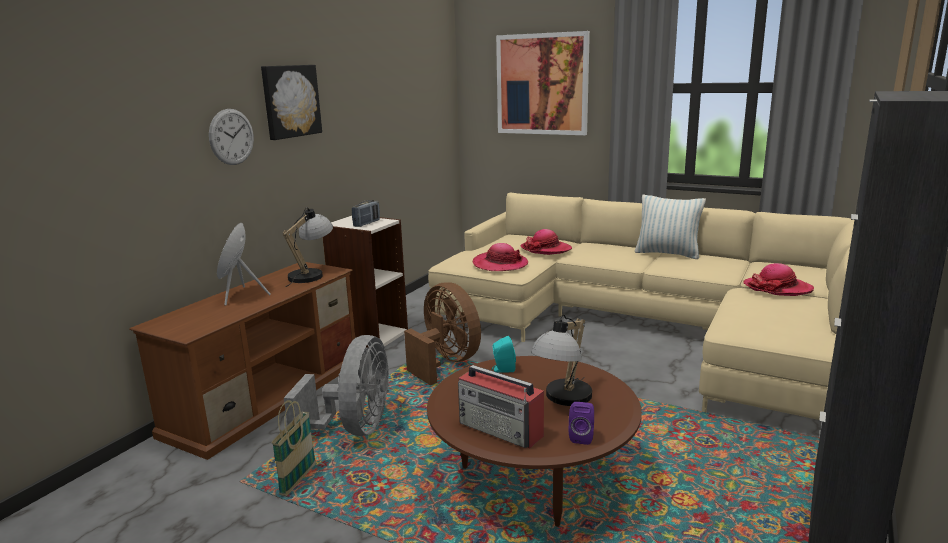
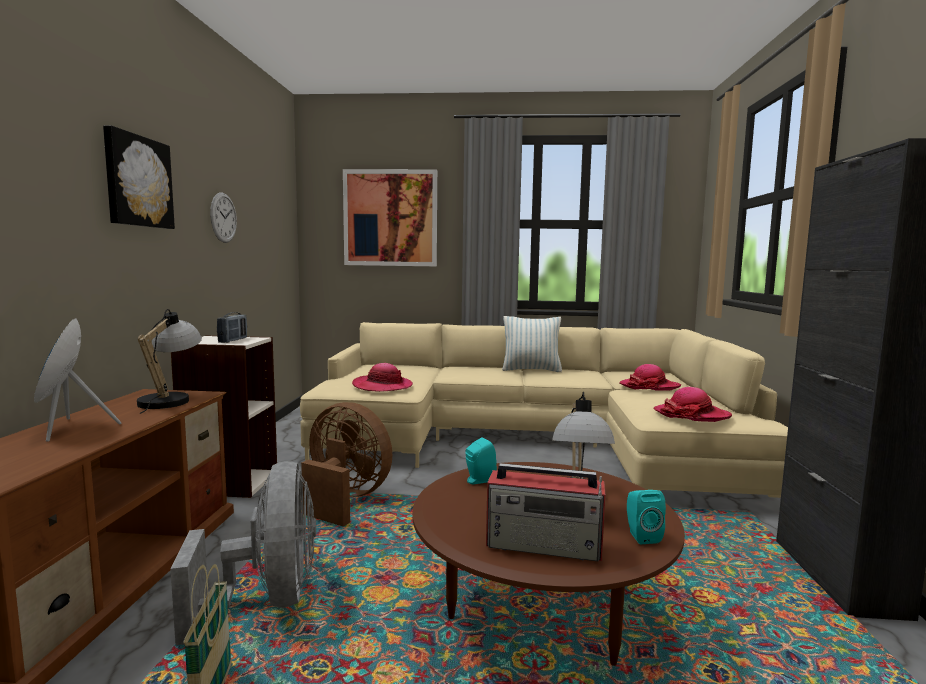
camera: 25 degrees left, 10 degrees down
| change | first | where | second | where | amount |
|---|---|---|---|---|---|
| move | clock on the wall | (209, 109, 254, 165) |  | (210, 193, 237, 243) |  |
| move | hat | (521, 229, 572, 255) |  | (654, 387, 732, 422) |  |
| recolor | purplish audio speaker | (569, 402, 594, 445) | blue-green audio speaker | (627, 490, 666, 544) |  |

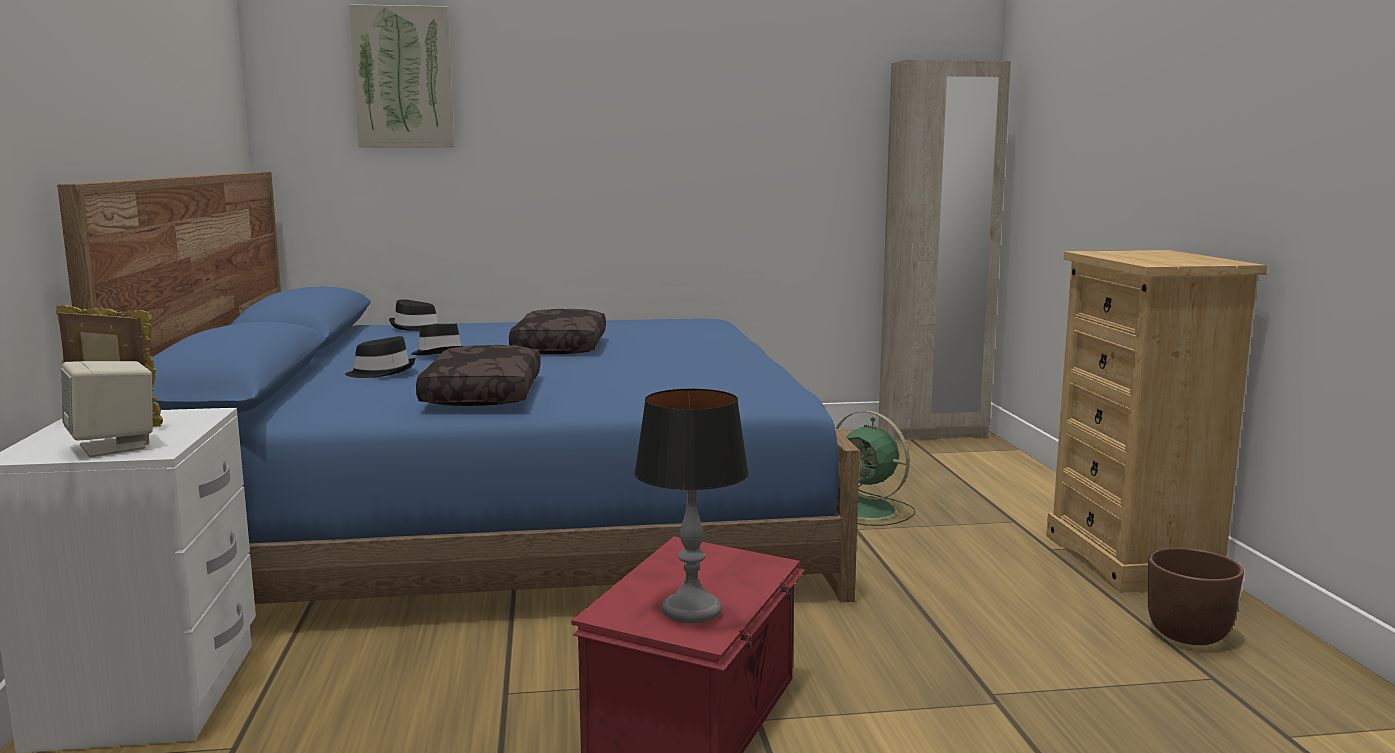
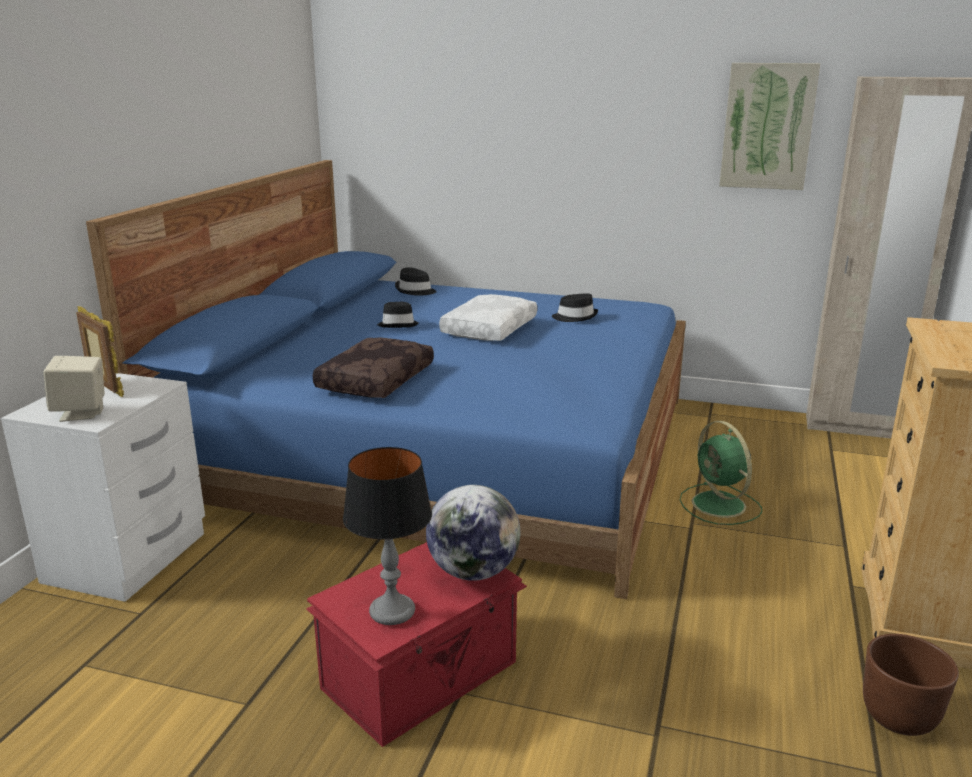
camera: 25 degrees right, 10 degrees up
| change | first | where | second | where | amount |
|---|---|---|---|---|---|
| move | black-coloured hat | (345, 336, 416, 378) |  | (552, 293, 598, 322) |  |
| move | picture | (349, 4, 454, 147) |  | (719, 63, 820, 190) |  |
| recolor | brown throw pillow | (509, 309, 606, 354) | whitish throw pillow | (439, 294, 537, 341) |  |
| insert |  |  | world globe | (426, 485, 520, 581) |  |

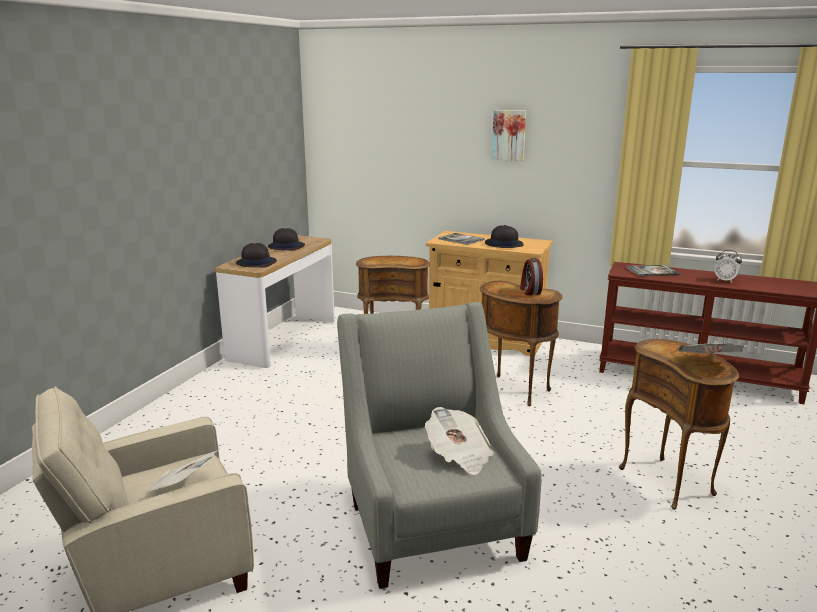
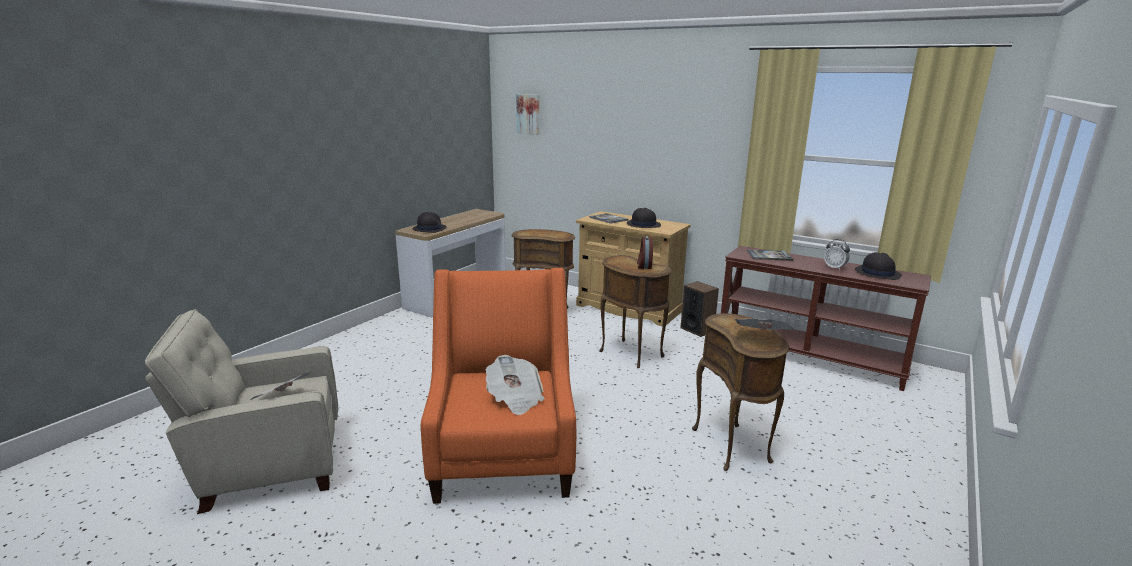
camera: 10 degrees right, 0 degrees up
| change | first | where | second | where | amount |
|---|---|---|---|---|---|
| move | black-coloured hat | (268, 228, 305, 251) |  | (855, 252, 902, 280) |  |
| recolor | grey armchair | (337, 302, 541, 589) | orange armchair | (421, 268, 576, 504) |  |
| move | picture | (492, 110, 526, 161) |  | (516, 94, 539, 135) |  |
| insert |  |  | audio speaker | (680, 281, 719, 337) |  |

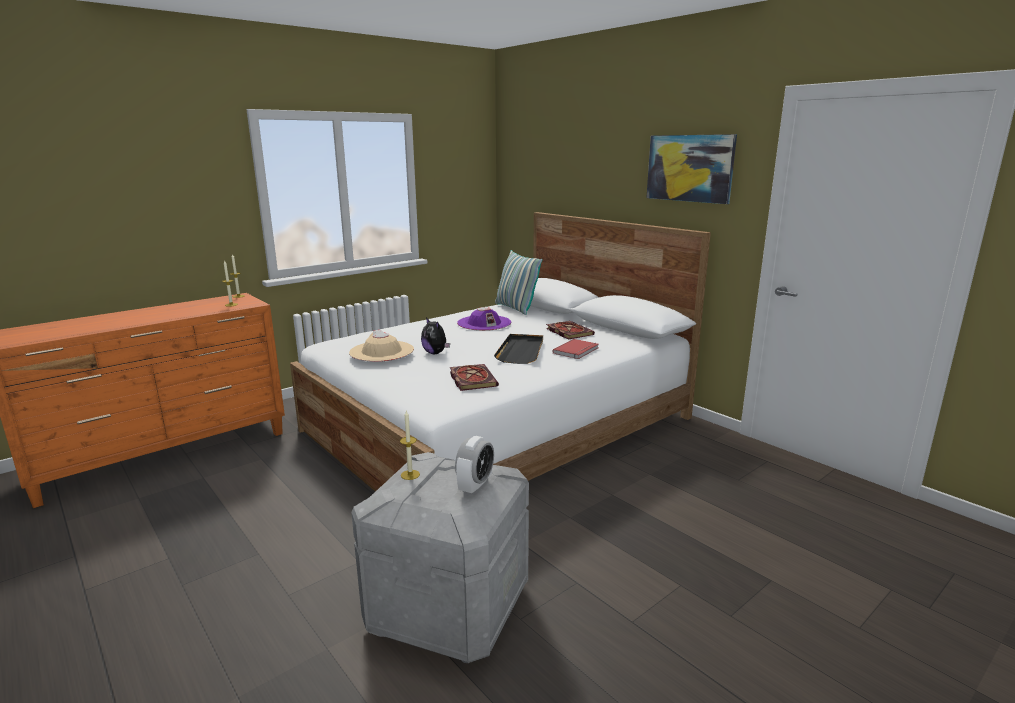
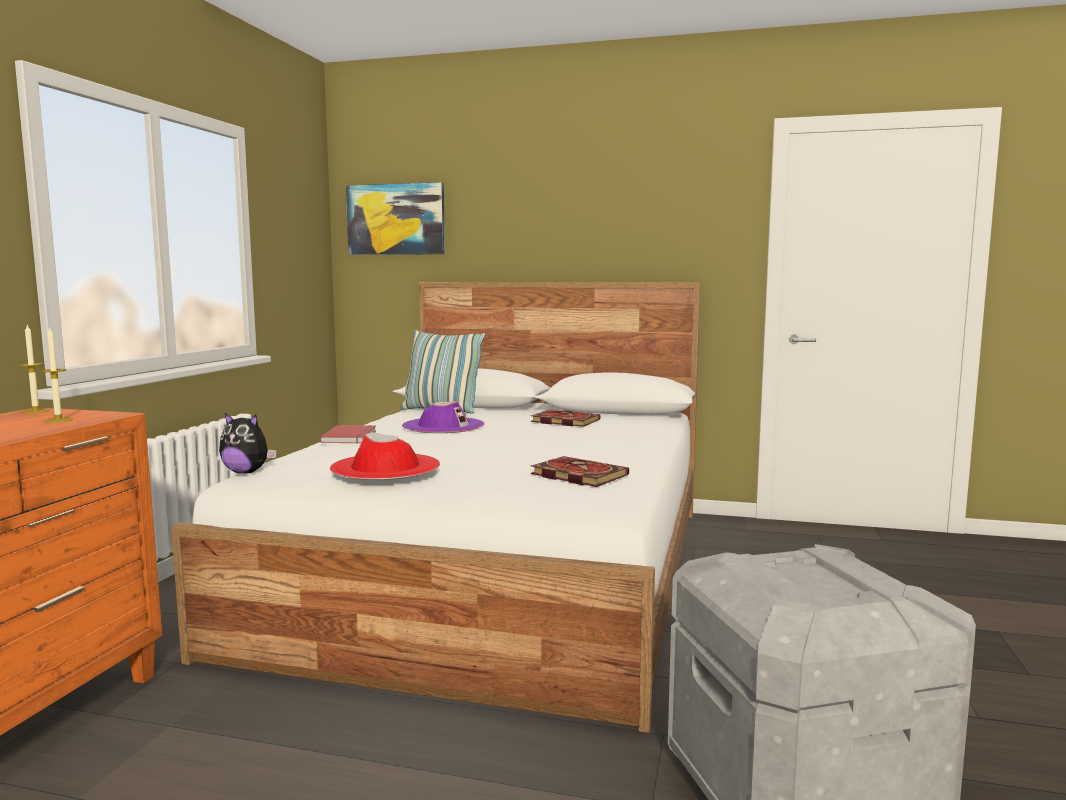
camera: 35 degrees left, 10 degrees down
| change | first | where | second | where | amount |
|---|---|---|---|---|---|
| recolor | sand-coloured hat | (349, 330, 414, 362) | red-coloured hat | (330, 432, 440, 480) |  |
| delete | candle | (400, 411, 420, 480) |  |  |  |
| move | plush toy | (421, 318, 450, 354) |  | (219, 413, 277, 474) |  |
| delete | alarm clock | (455, 436, 494, 495) |  |  |  |
| delete | black-coloured tray | (494, 334, 543, 364) |  |  |  |
| move | red-coloured bound book | (552, 339, 598, 359) |  | (320, 425, 376, 444) |  |
| move | picture | (646, 134, 737, 204) |  | (346, 182, 445, 255) |  |

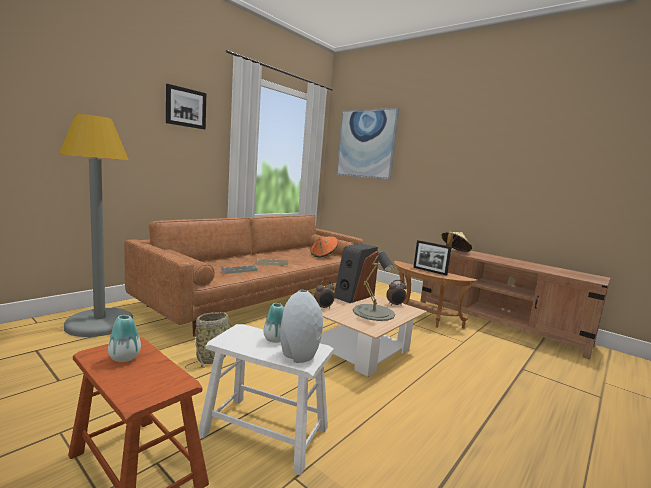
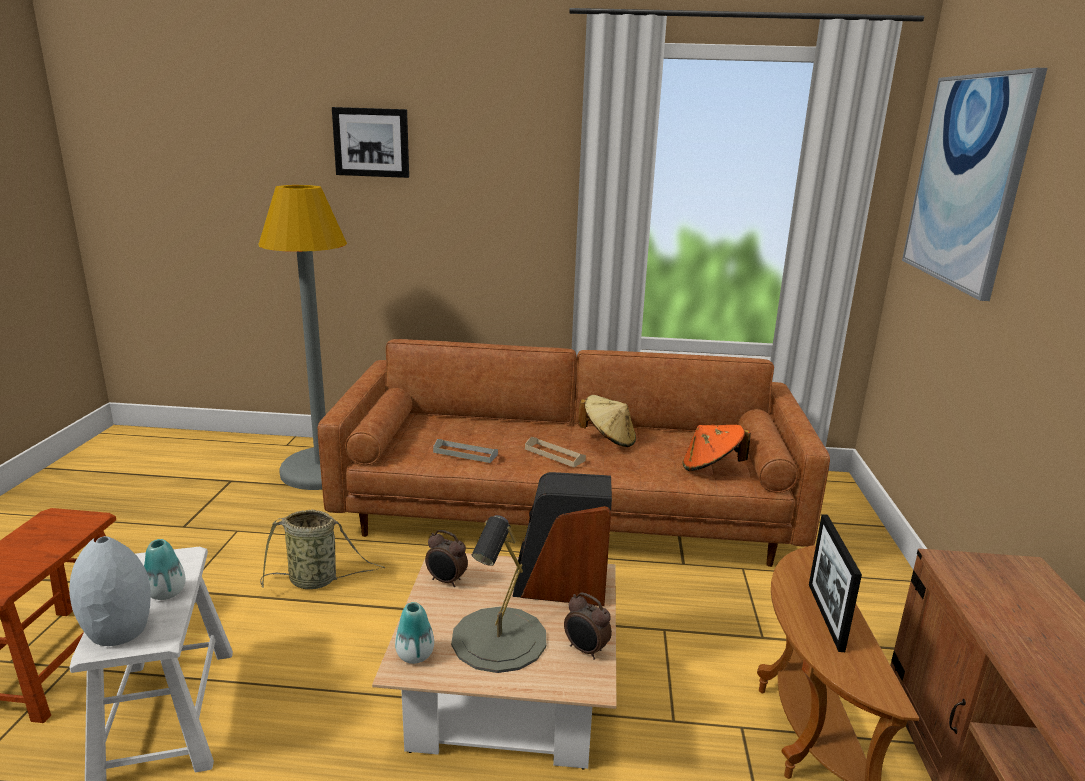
camera: 55 degrees right, 10 degrees up
| change | first | where | second | where | amount |
|---|---|---|---|---|---|
| move | decorative vase | (108, 315, 141, 362) |  | (395, 602, 434, 664) |  |
| move | picture | (166, 84, 206, 130) |  | (332, 107, 409, 178) |  |
| move | sand-coloured hat | (441, 232, 472, 252) |  | (579, 395, 636, 447) |  |

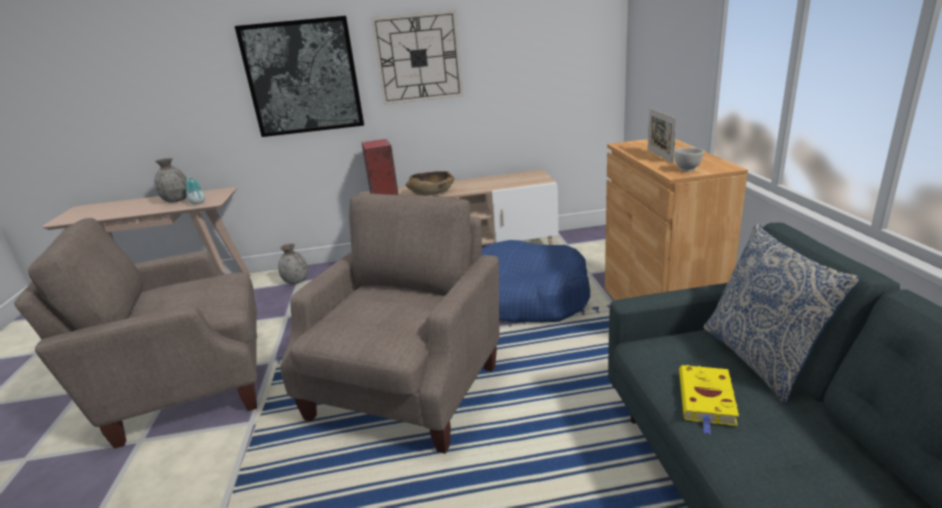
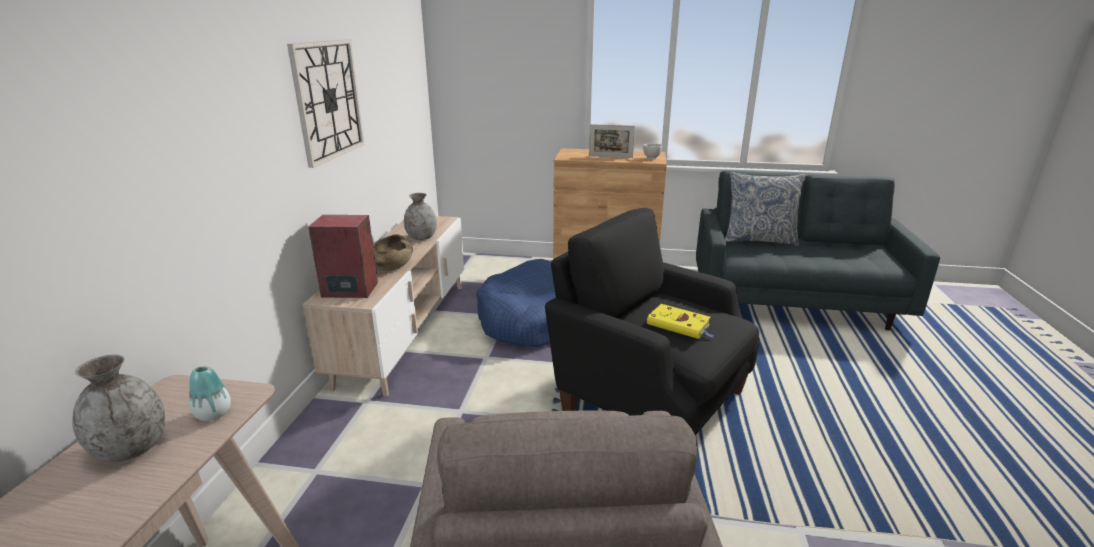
camera: 75 degrees left, 0 degrees up
| change | first | where | second | where | amount |
|---|---|---|---|---|---|
| delete | picture | (235, 16, 364, 137) |  |  |  |
| move | grey decorative vase | (278, 243, 308, 284) |  | (404, 193, 437, 240) |  |
| recolor | sand-coloured armchair | (280, 193, 500, 454) | black-coloured armchair | (545, 208, 759, 435) |  |
| move | yellow-coloured bound book | (679, 365, 739, 434) |  | (647, 304, 714, 339) |  |

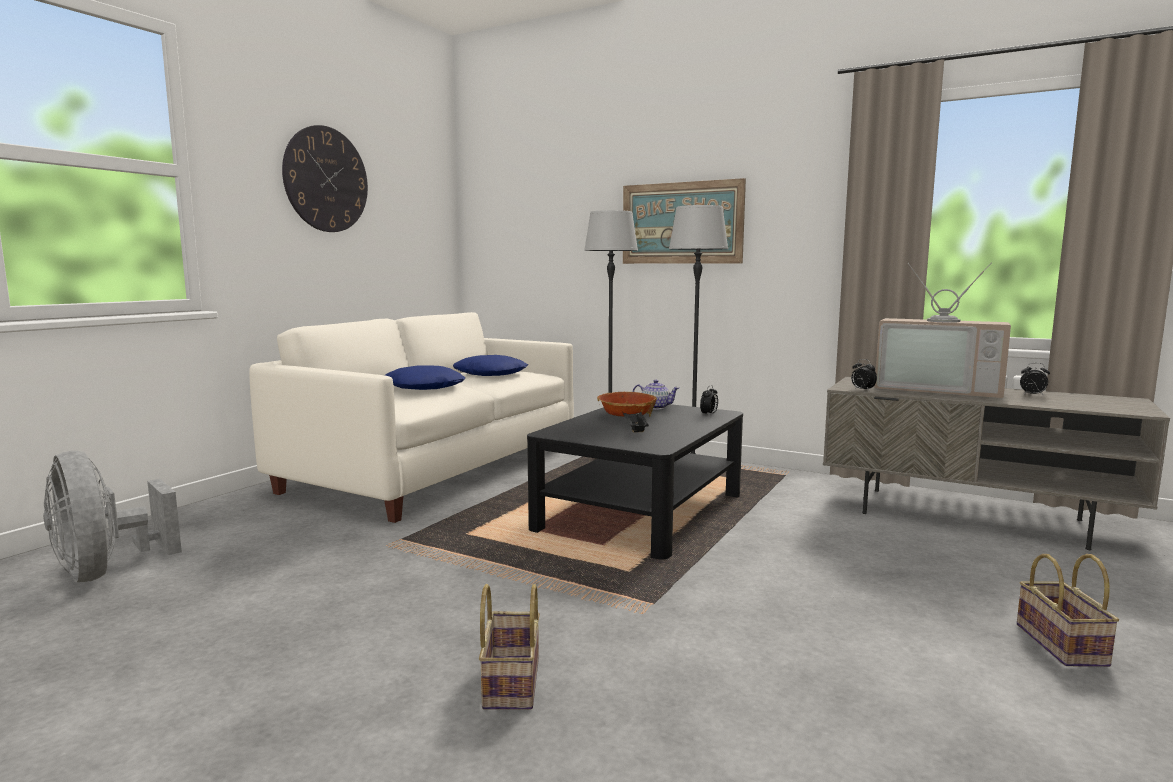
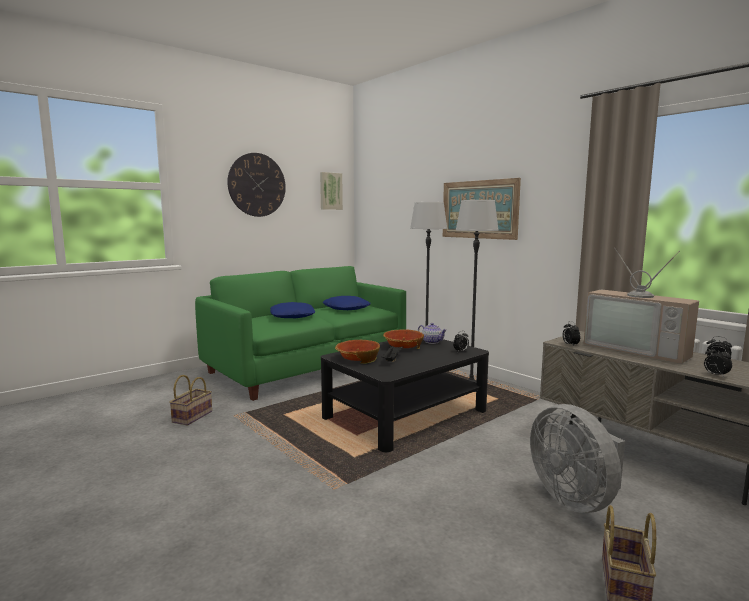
camera: 20 degrees right, 0 degrees up
| change | first | where | second | where | amount |
|---|---|---|---|---|---|
| move | grey cooling fan | (43, 451, 182, 582) |  | (530, 404, 625, 513) |  |
| recolor | whitish couch | (249, 312, 574, 523) | greenish couch | (195, 266, 406, 401) |  |
| move | household basket | (479, 584, 540, 710) |  | (169, 375, 212, 425) |  |
| insert |  |  | picture | (320, 172, 343, 210) |  |
| insert |  |  | serving bowl | (335, 340, 380, 364) |  |
| insert |  |  | alarm clock | (704, 346, 732, 377) |  |

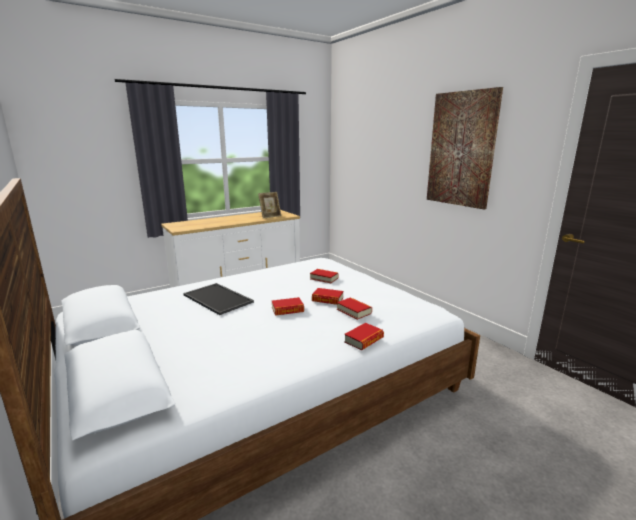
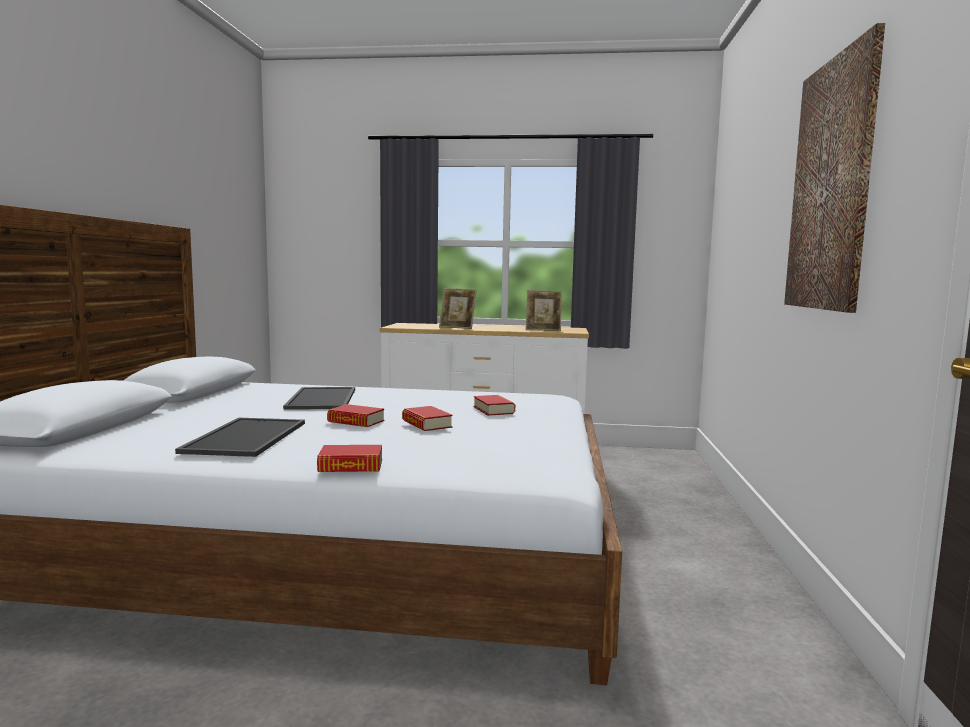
camera: 40 degrees right, 10 degrees down
| change | first | where | second | where | amount |
|---|---|---|---|---|---|
| delete | bound book | (337, 297, 372, 320) |  |  |  |
| insert |  |  | tray | (175, 418, 305, 457) |  |
| insert |  |  | standing frame | (439, 288, 477, 329) |  |

